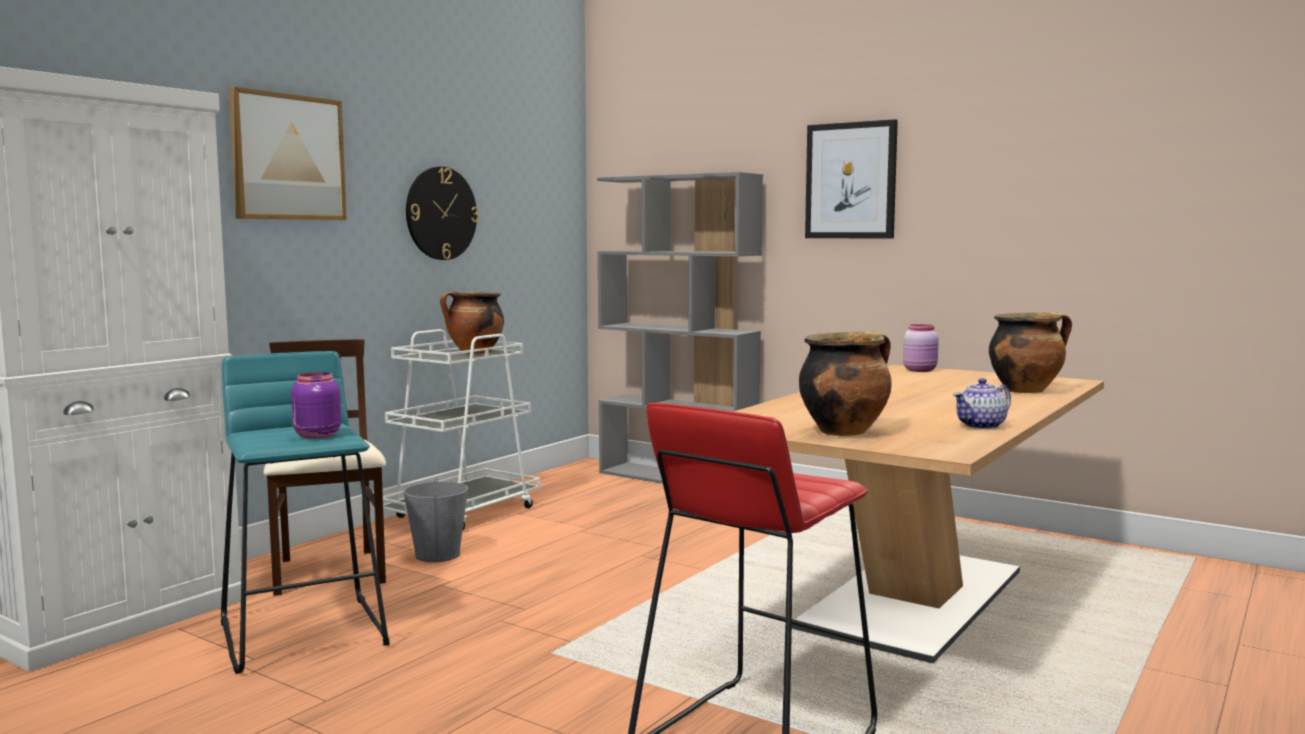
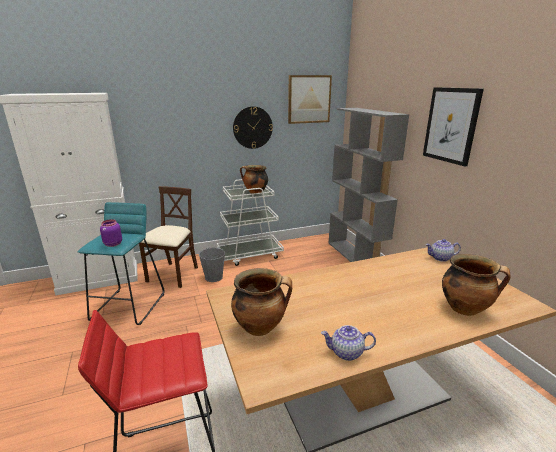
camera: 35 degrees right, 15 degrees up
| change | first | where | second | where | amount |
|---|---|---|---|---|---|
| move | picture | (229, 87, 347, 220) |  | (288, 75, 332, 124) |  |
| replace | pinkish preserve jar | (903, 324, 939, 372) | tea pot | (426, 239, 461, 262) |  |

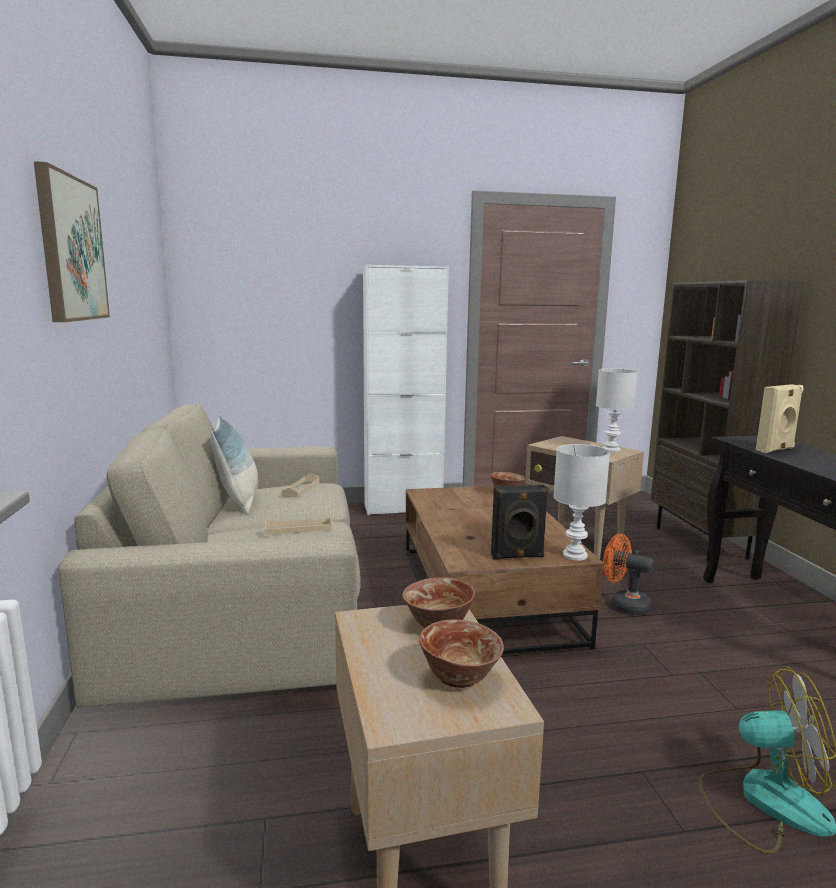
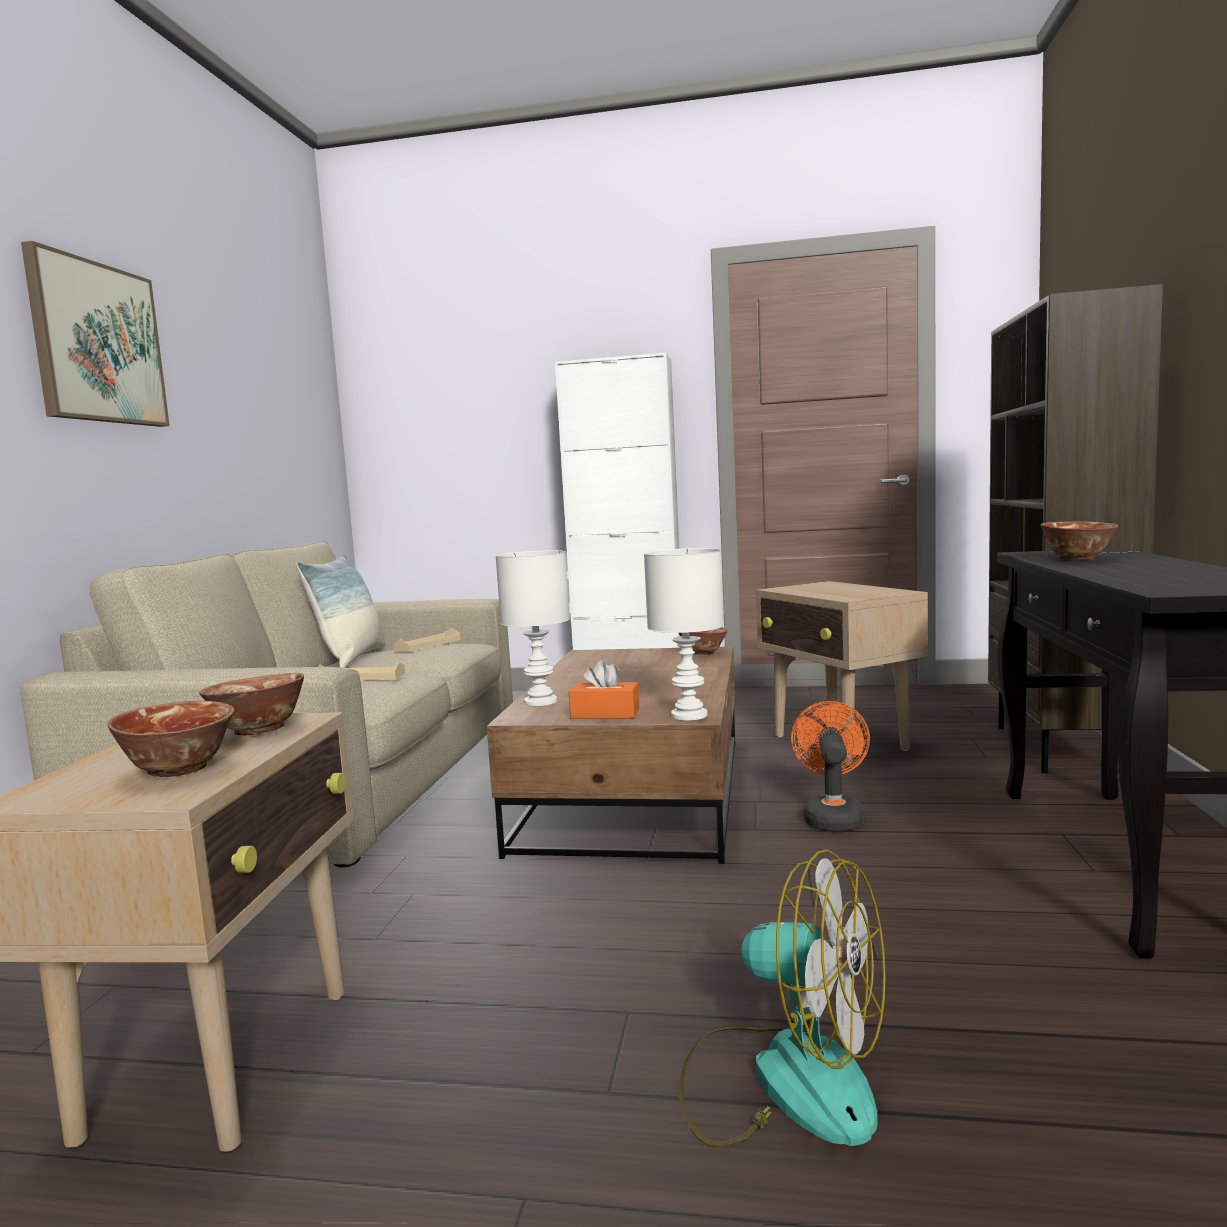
camera: 20 degrees right, 5 degrees down
| change | first | where | second | where | amount |
|---|---|---|---|---|---|
| replace | black-coloured audio speaker | (491, 485, 548, 560) | orange tissue holder | (569, 660, 639, 719) |  |
| move | whitish tabletop lamp | (596, 368, 638, 452) |  | (496, 550, 570, 706) |  |
| rotate | orange cooling fan | (603, 534, 654, 615) |  | (791, 701, 870, 831) | 45 degrees clockwise |
| replace | sand-coloured audio speaker | (756, 384, 804, 453) | serving bowl | (1041, 521, 1119, 560) |  |

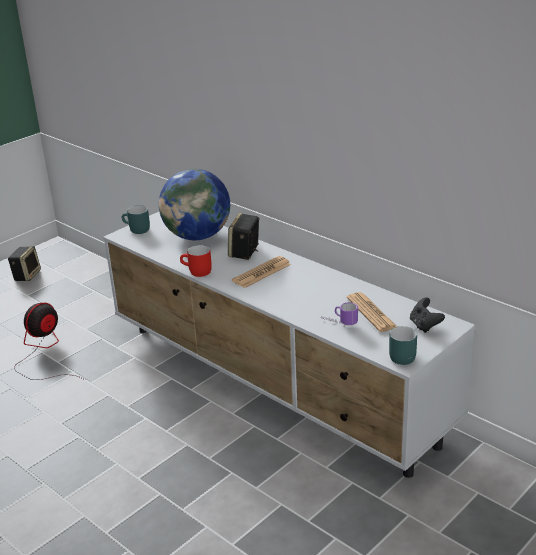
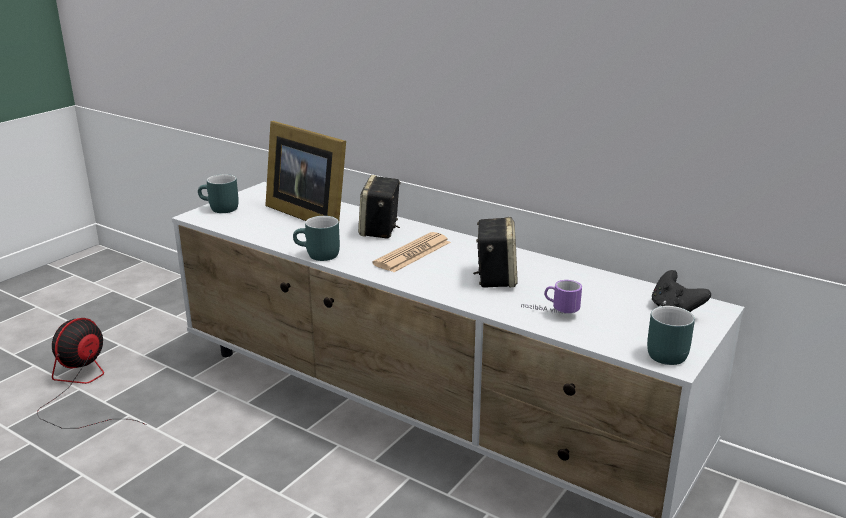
camera: 10 degrees left, 5 degrees down
| change | first | where | second | where | amount |
|---|---|---|---|---|---|
| move | audio speaker | (8, 246, 41, 281) |  | (473, 217, 517, 287) |  |
| replace | world globe | (159, 169, 230, 240) | standing frame | (265, 121, 346, 221) |  |
| recolor | red-coloured coffee mug | (180, 245, 212, 277) | blue-green coffee mug | (293, 216, 340, 261) |  |
| delete | printed paper | (347, 292, 397, 332) |  |  |  |

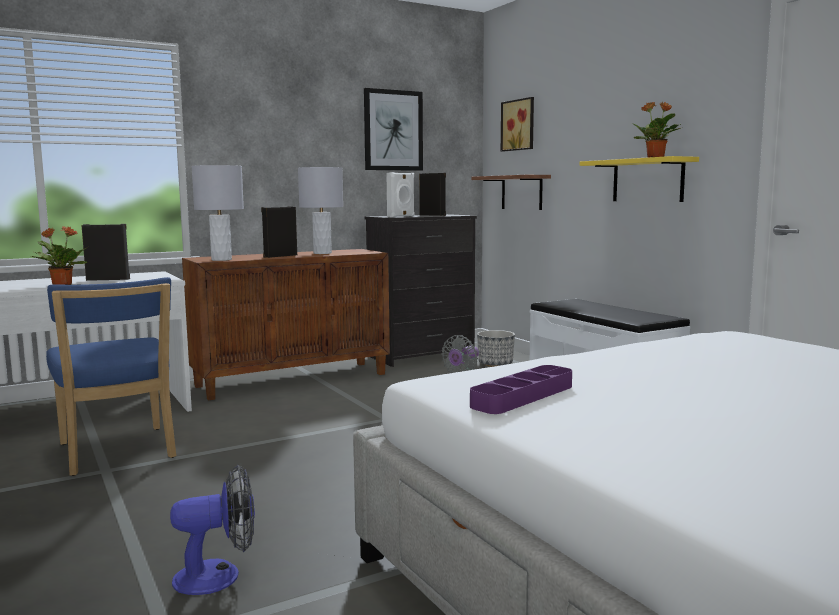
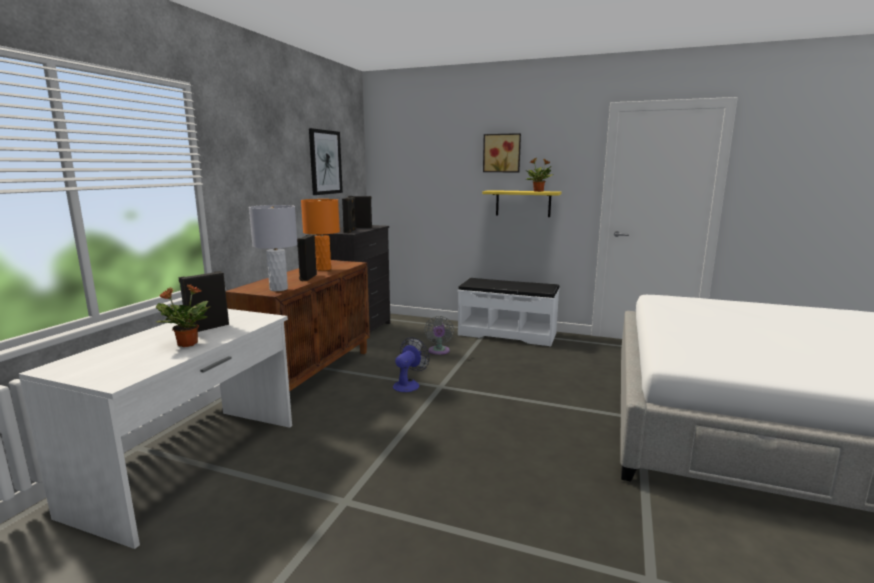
camera: 40 degrees left, 5 degrees up
| change | first | where | second | where | amount |
|---|---|---|---|---|---|
| delete | blue-coloured plain chair | (46, 277, 176, 476) |  |  |  |
| move | cooling fan | (170, 465, 255, 595) |  | (393, 337, 430, 392) |  |
| recolor | grey tabletop lamp | (298, 167, 343, 254) | orange tabletop lamp | (301, 199, 340, 271) |  |
| recolor | whitish audio speaker | (387, 172, 415, 217) | black-coloured audio speaker | (342, 197, 356, 233) |  |
| delete | purplish tray | (470, 365, 572, 414) |  |  |  |
| delete | wall shelf | (471, 175, 551, 210) |  |  |  |
| delete | plant pot | (477, 330, 515, 367) |  |  |  |
| move | picture | (501, 97, 534, 152) |  | (483, 133, 521, 172) |  |

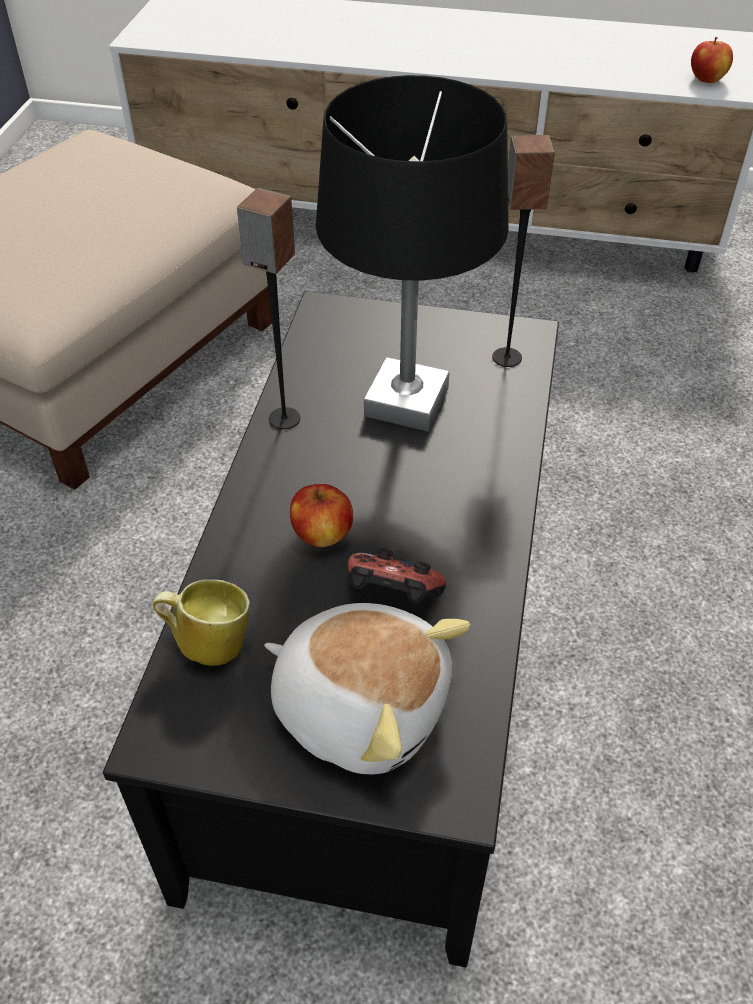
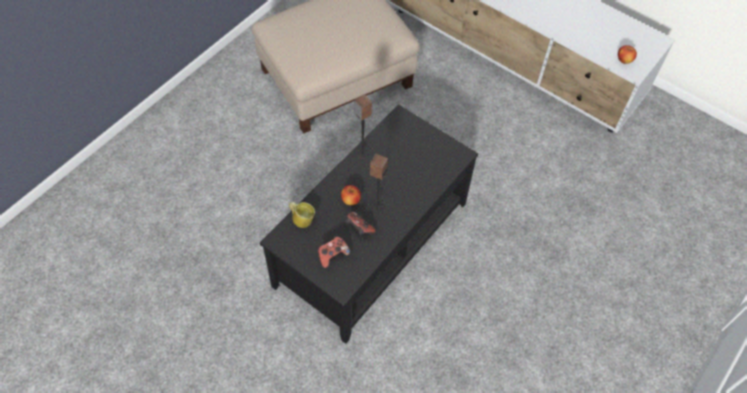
camera: 25 degrees right, 10 degrees up
| change | first | where | second | where | amount |
|---|---|---|---|---|---|
| replace | plush toy | (264, 603, 471, 774) | game controller | (318, 236, 350, 268) |  |
| delete | black-coloured tabletop lamp | (316, 75, 509, 432) |  |  |  |
| move | audio speaker | (492, 135, 555, 367) |  | (370, 154, 388, 216) |  |

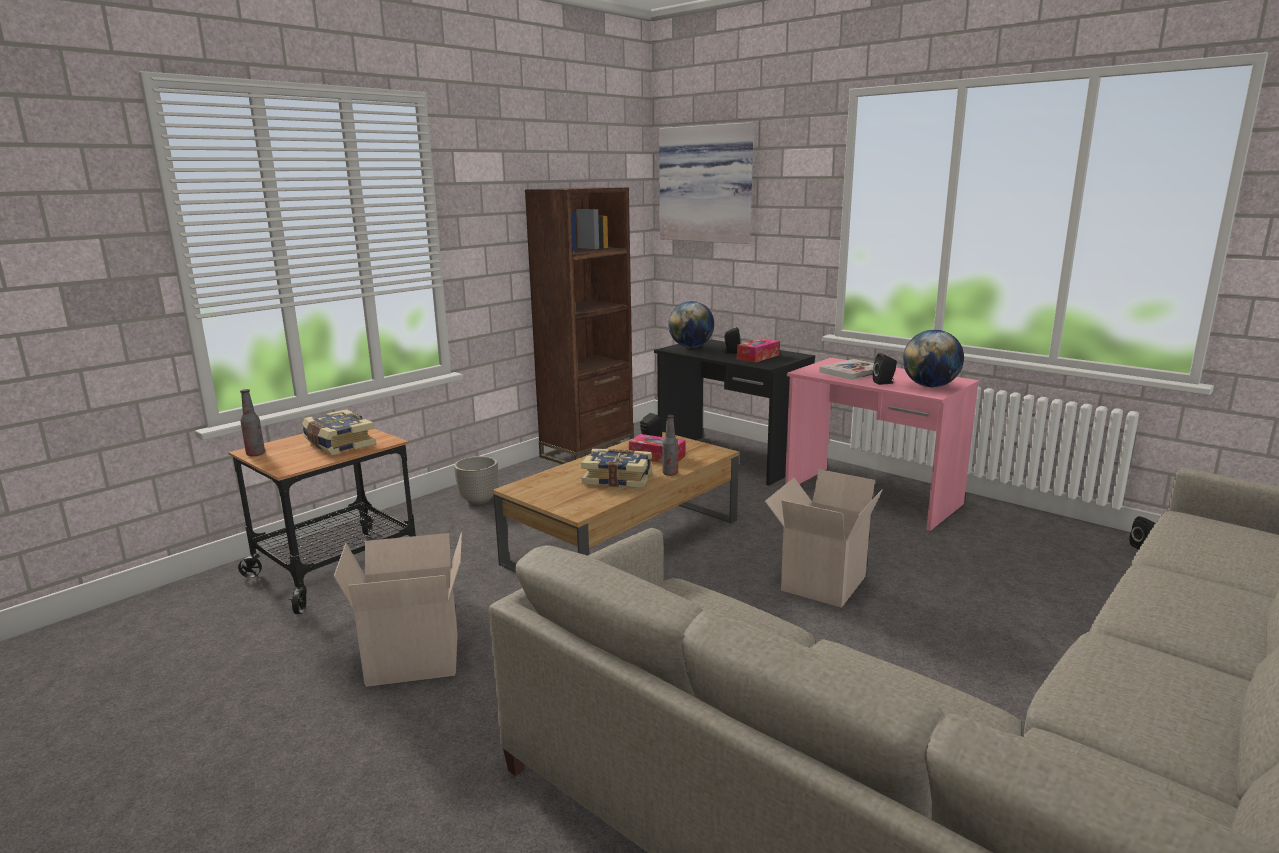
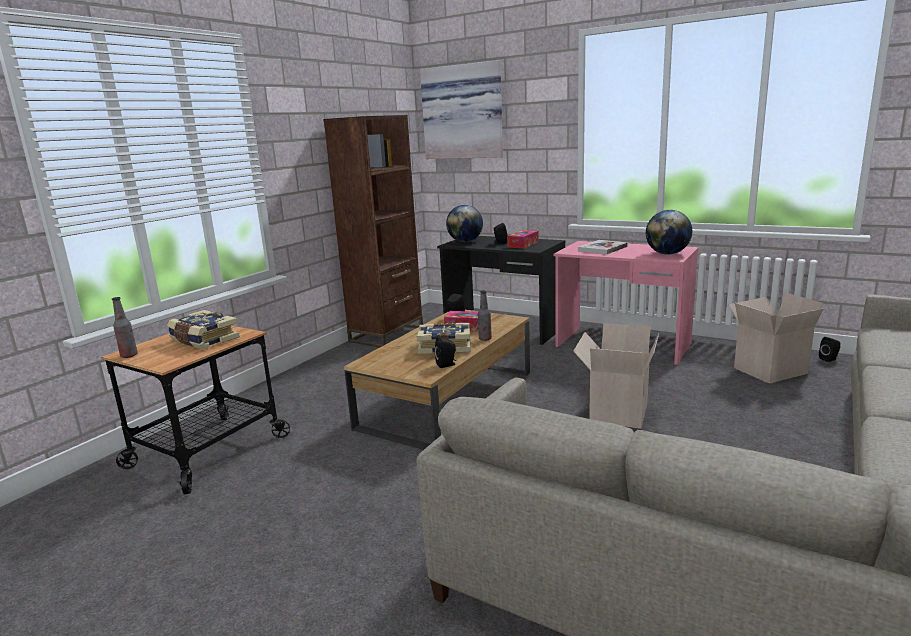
camera: 10 degrees left, 0 degrees up
| change | first | where | second | where | amount |
|---|---|---|---|---|---|
| move | carton | (334, 532, 462, 687) |  | (728, 293, 824, 384) |  |
| delete | plant pot | (454, 456, 498, 504) |  |  |  |
| move | black-coloured audio speaker | (873, 353, 897, 385) |  | (435, 337, 456, 368) |  |

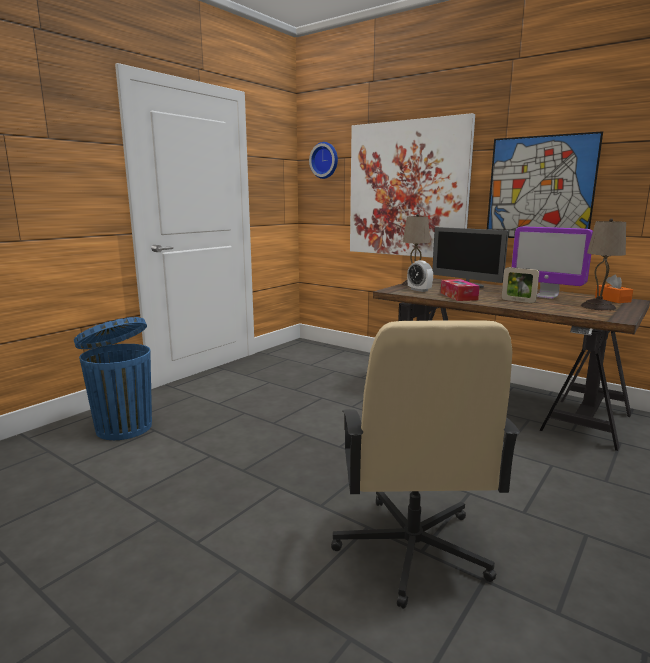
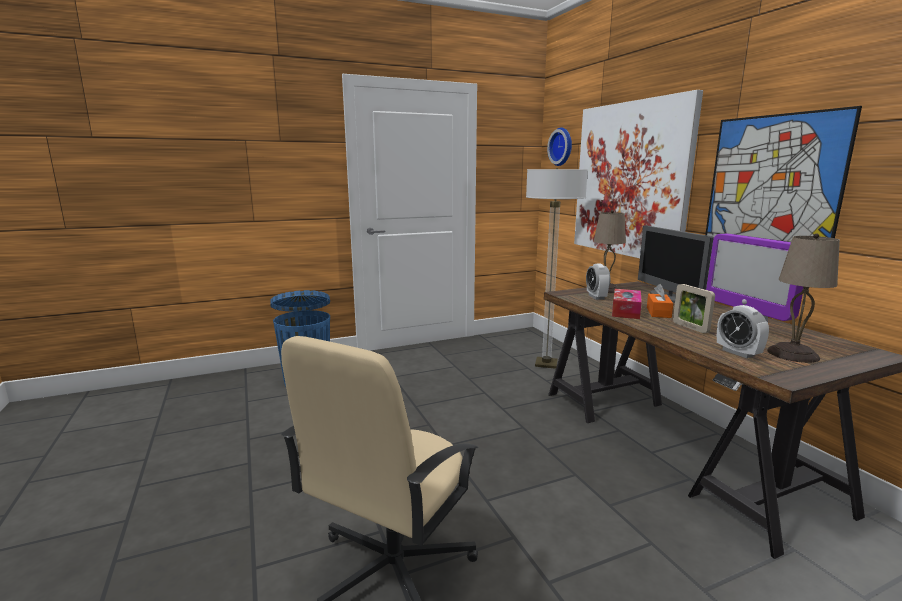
camera: 30 degrees right, 0 degrees up
| change | first | where | second | where | amount |
|---|---|---|---|---|---|
| move | orange tissue holder | (595, 275, 633, 303) |  | (647, 284, 673, 318) |  |
| insert |  |  | standard lamp | (526, 168, 588, 369) |  |
| insert |  |  | alarm clock | (717, 305, 769, 358) |  |

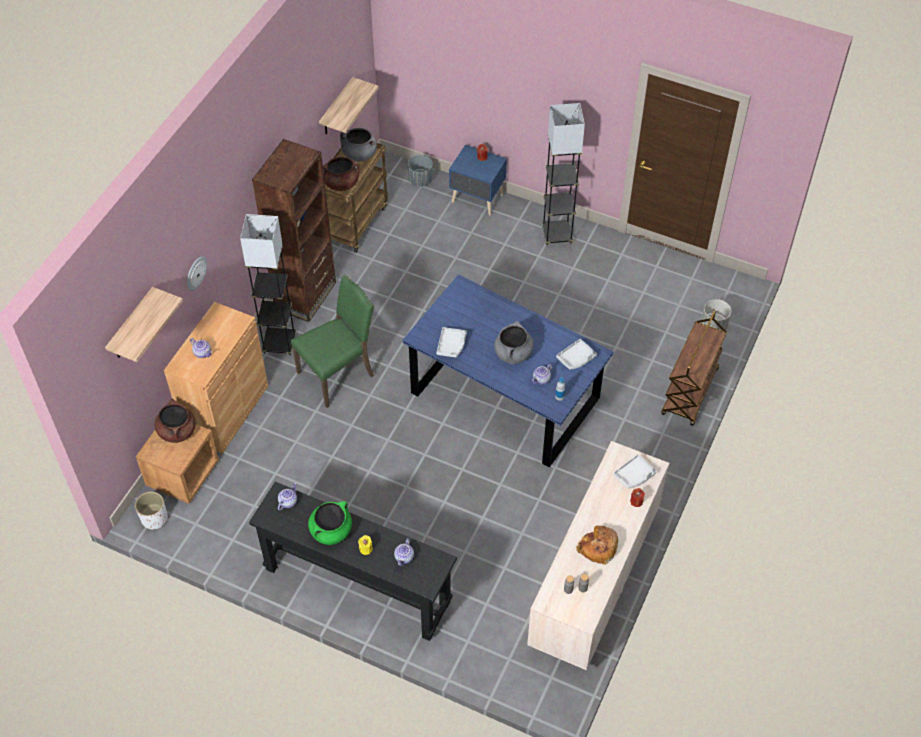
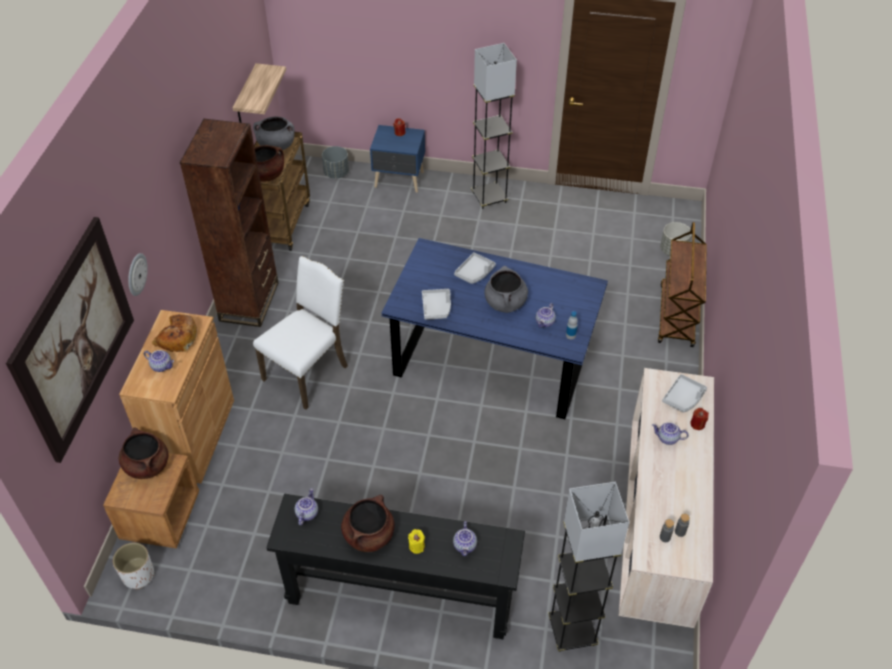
camera: 15 degrees left, 5 degrees down
| change | first | where | second | where | amount |
|---|---|---|---|---|---|
| replace | wall shelf | (105, 287, 183, 362) | picture | (6, 217, 134, 463) |  |
| move | grey standard lamp | (240, 214, 296, 355) |  | (548, 482, 629, 652) |  |
| recolor | greenish plain chair | (291, 275, 374, 408) | whitish plain chair | (253, 256, 348, 410) |  |
| recolor | greenish stockpot | (308, 501, 352, 545) | brown stockpot | (341, 495, 394, 552) |  |
| move | grey tray | (556, 339, 597, 370) |  | (454, 252, 496, 284) |  |
| move | bakery bread | (576, 525, 618, 565) |  | (152, 314, 197, 352) |  |
| insert |  |  | tea pot | (652, 422, 688, 445) |  |

